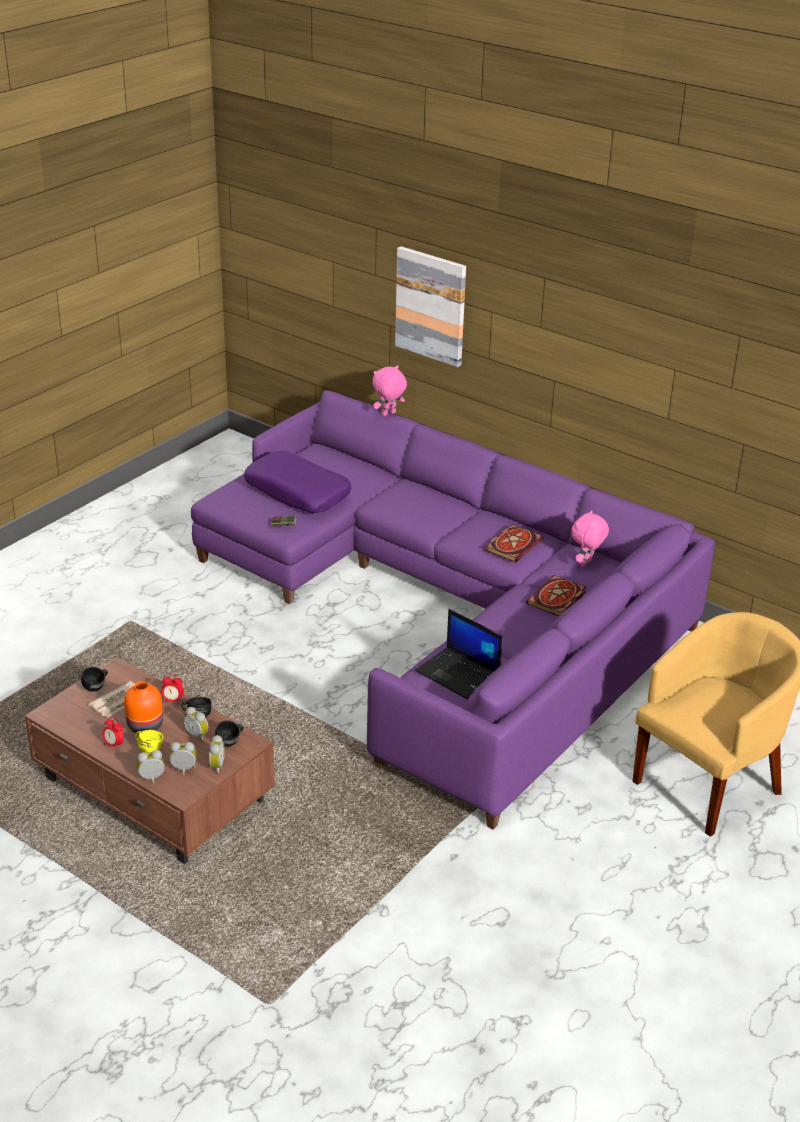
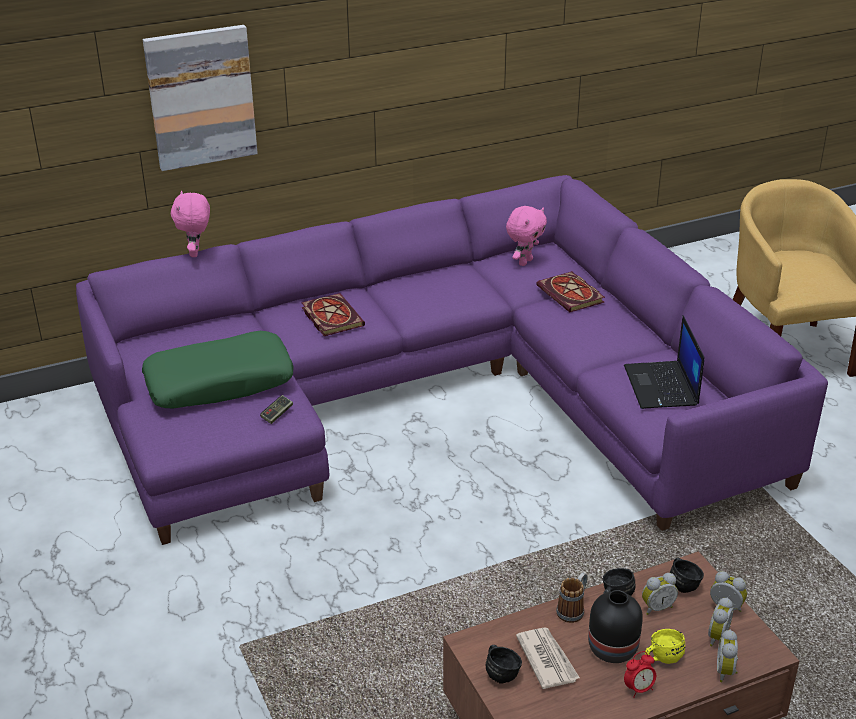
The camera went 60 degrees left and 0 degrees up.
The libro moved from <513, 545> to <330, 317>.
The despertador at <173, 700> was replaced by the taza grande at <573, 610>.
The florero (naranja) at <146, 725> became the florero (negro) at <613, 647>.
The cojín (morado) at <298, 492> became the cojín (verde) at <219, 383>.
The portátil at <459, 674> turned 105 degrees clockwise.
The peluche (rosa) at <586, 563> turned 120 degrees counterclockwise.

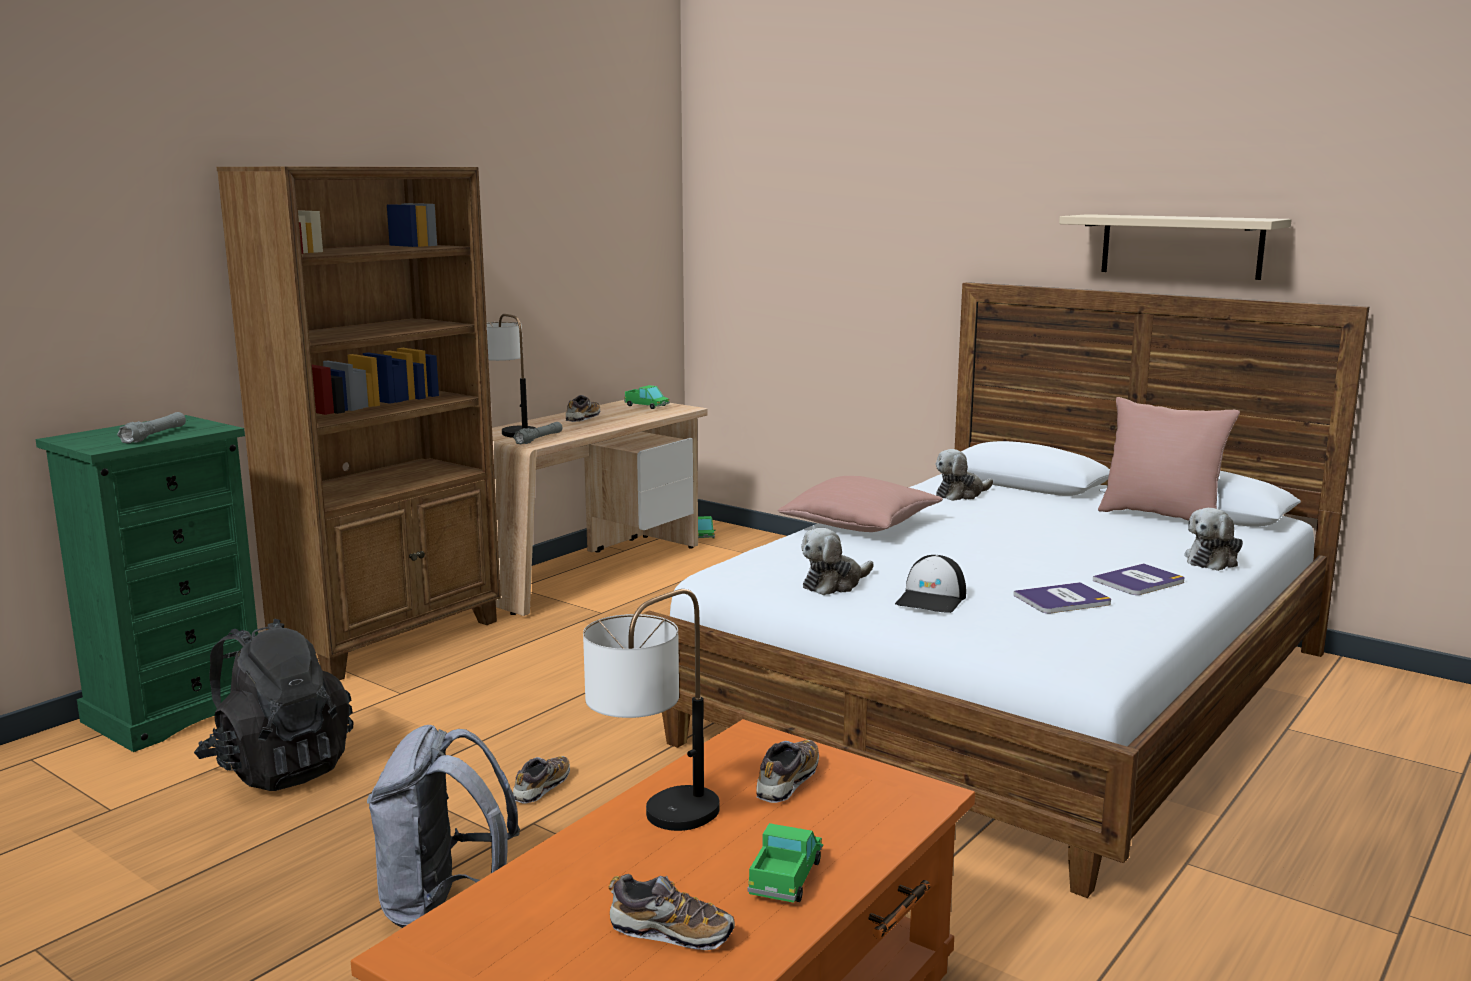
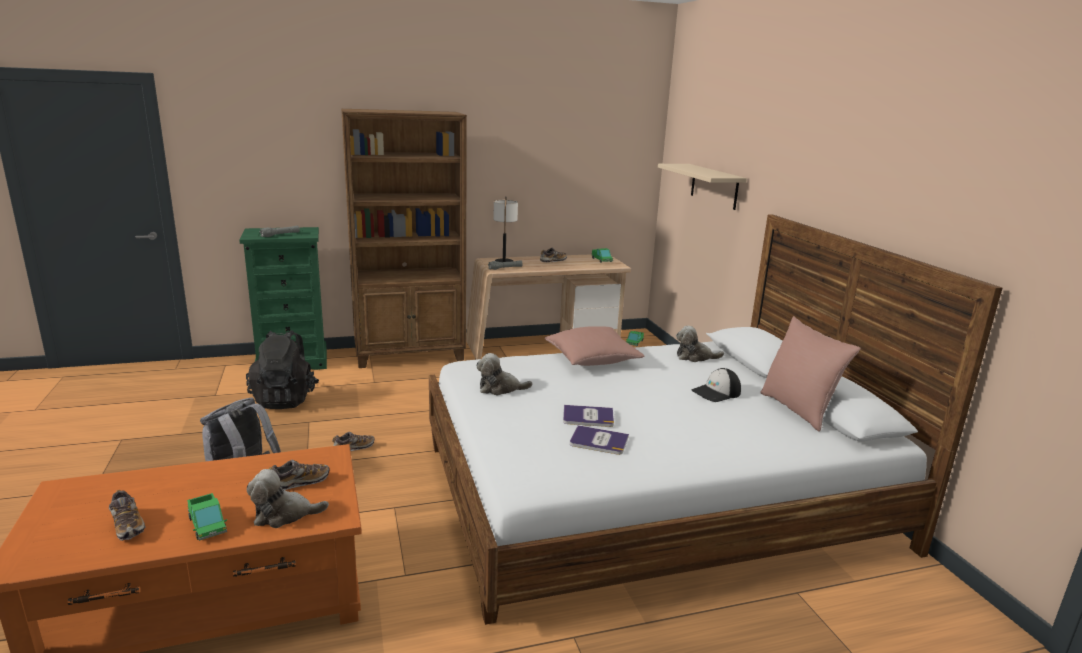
The camera went 35 degrees right and 5 degrees up.
The lámpara de mesa at <655, 826> disappeared.
The gorra moved from <932, 599> to <716, 392>.
The estante (beis) moved from <1181, 246> to <714, 186>.
The libro moved from <1139, 581> to <588, 417>.
The peluche moved from <1213, 560> to <284, 514>.
The camión de juguete at <786, 877> turned 90 degrees clockwise.

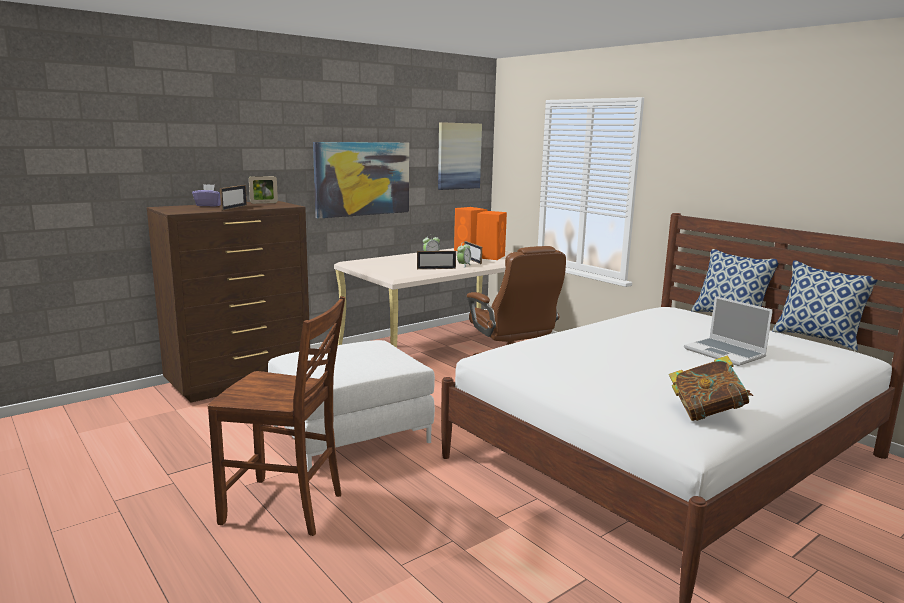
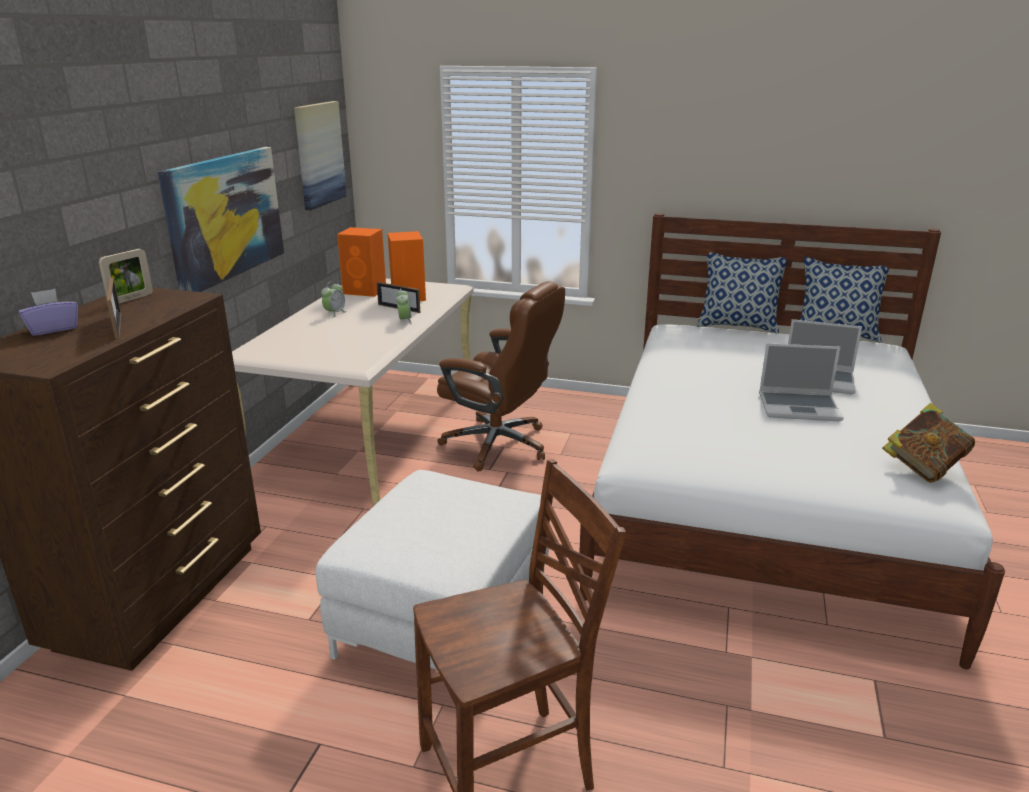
The camera went 35 degrees left and 10 degrees up.
The portarretratos at <436, 268> disappeared.
The portátil at <800, 407> appeared.

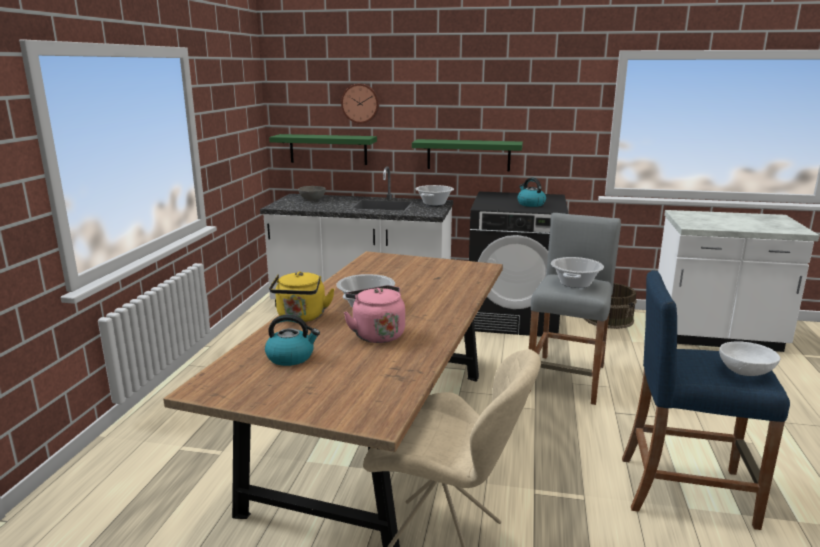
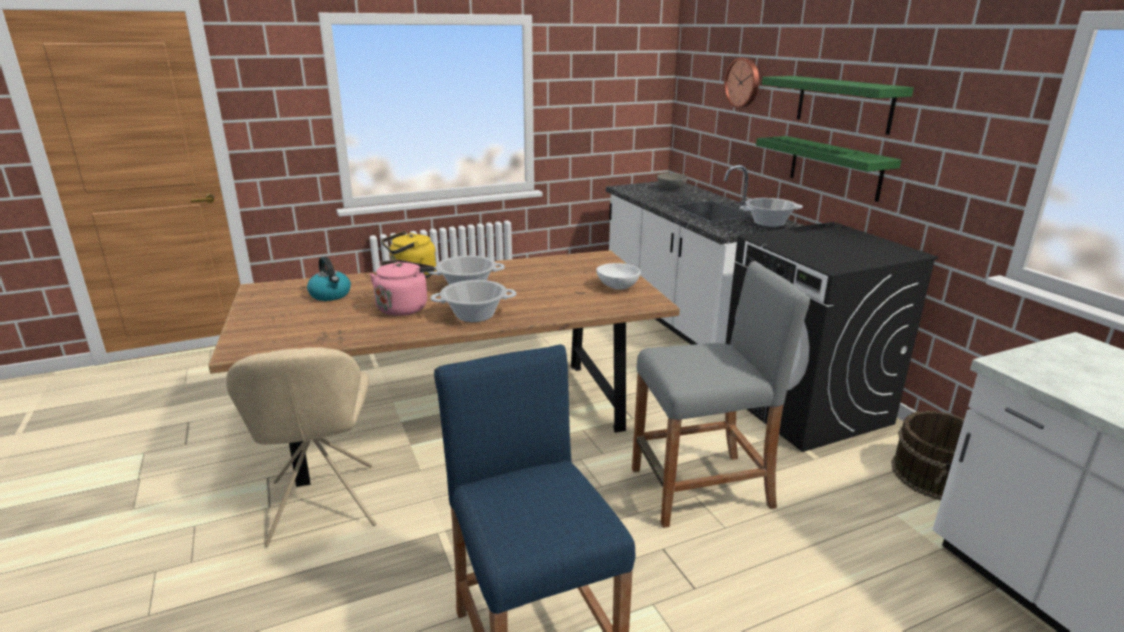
The camera went 55 degrees right and 5 degrees up.
The hervidor at <530, 204> disappeared.
The estante (verde) moved from <328, 149> to <843, 103>.
The olla moved from <575, 283> to <475, 315>.
The cuenco (blanco) moved from <745, 372> to <618, 287>.

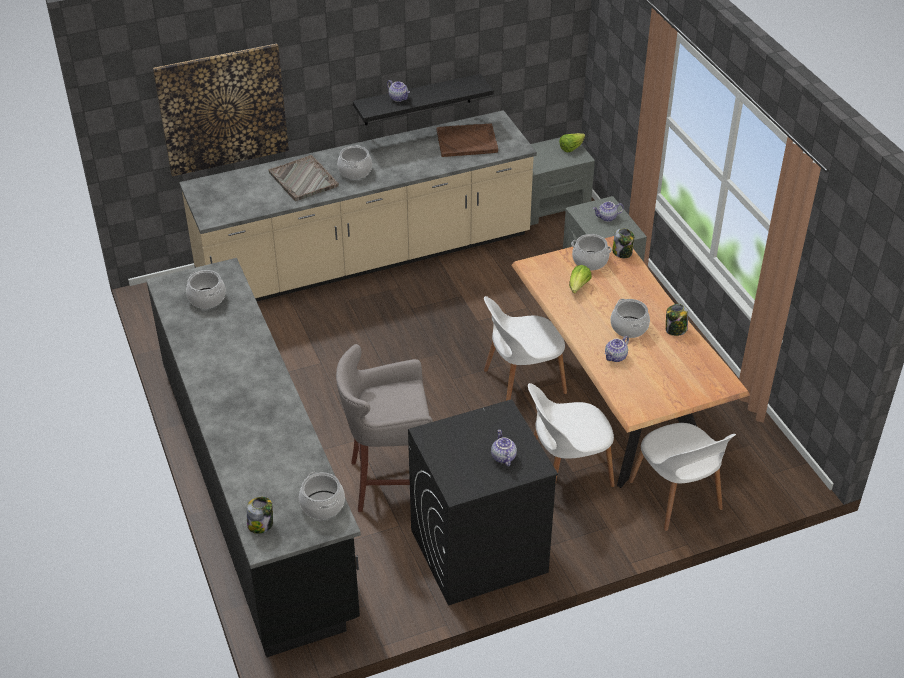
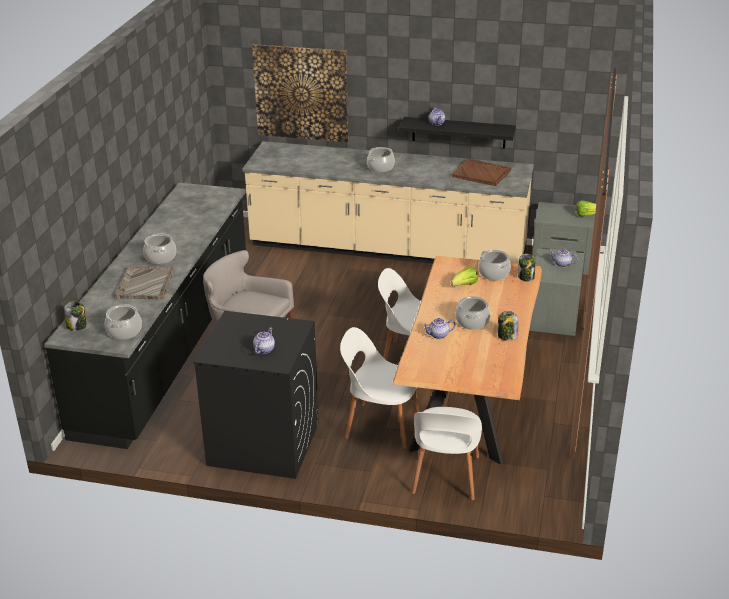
The camera went 35 degrees right and 10 degrees down.
The olla moved from <207, 298> to <160, 257>.
The bandeja (gris) moved from <303, 180> to <145, 284>.

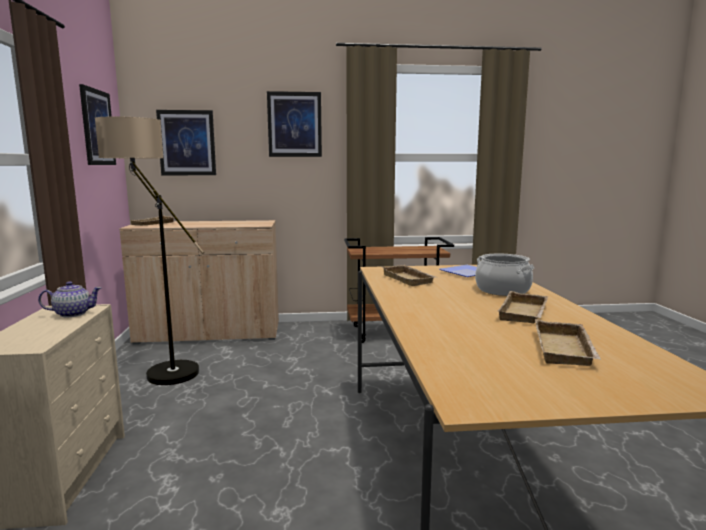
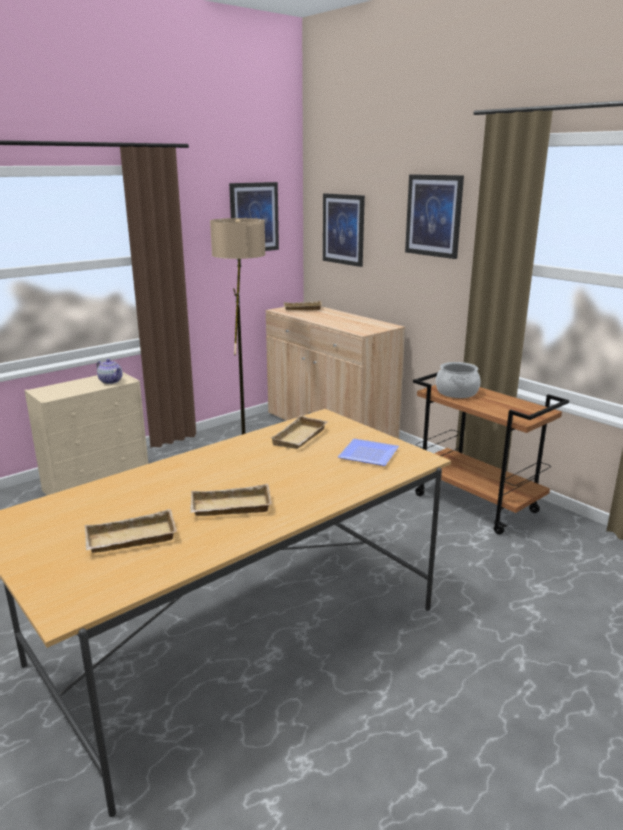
The camera went 55 degrees right and 10 degrees up.
The olla moved from <502, 290> to <456, 392>.

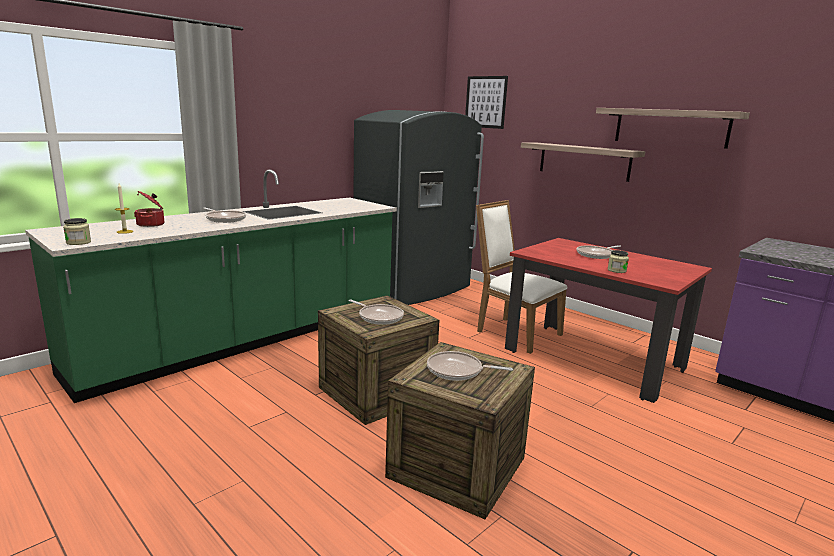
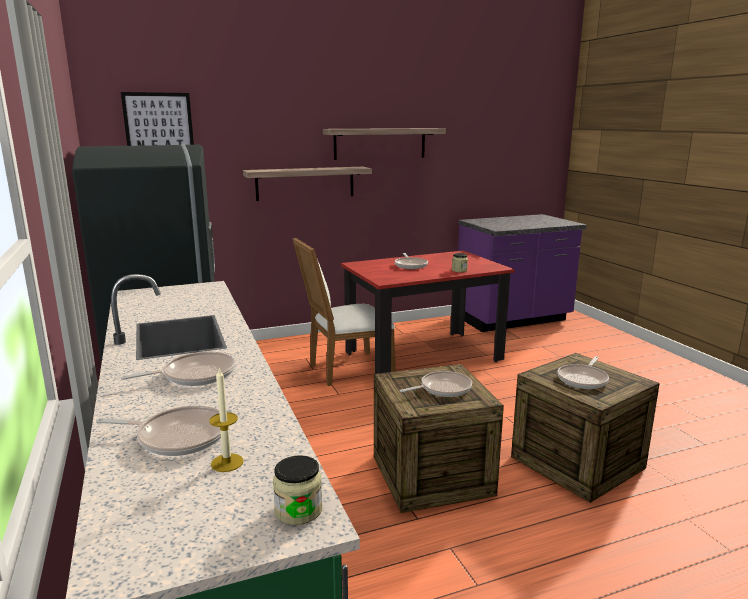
The camera went 65 degrees left and 0 degrees up.
The olla at <151, 224> was replaced by the sartén at <178, 437>.

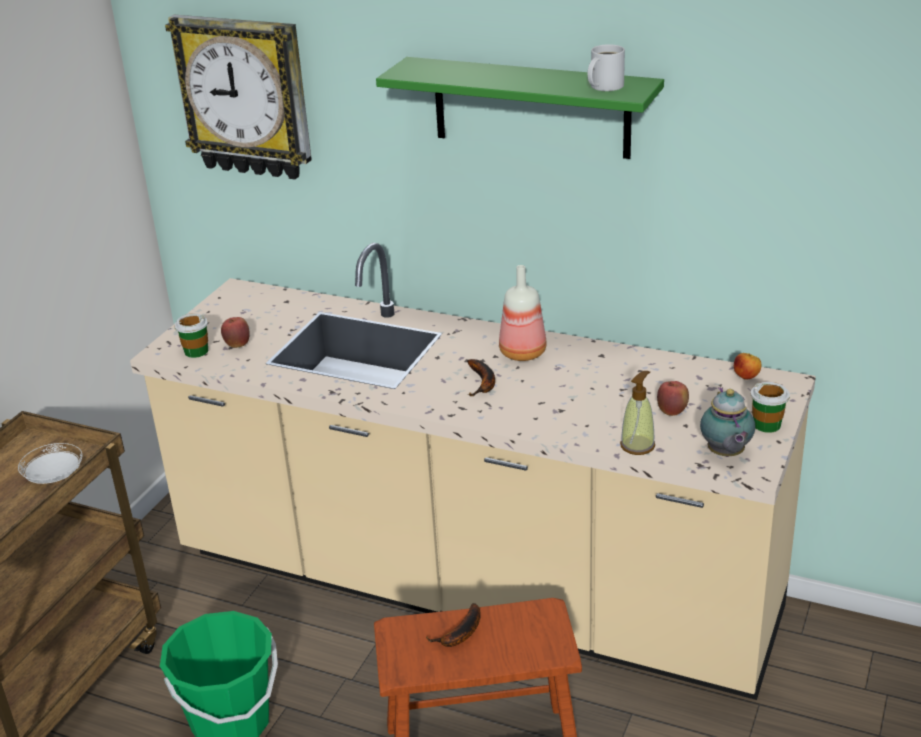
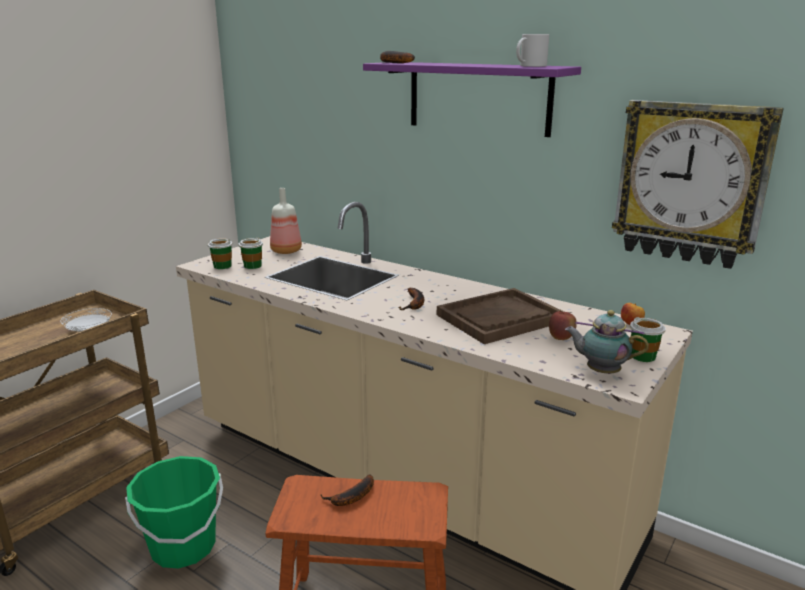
The camera went 10 degrees right and 10 degrees down.
The dispensador de jabón at <637, 445> disappeared.
The plátano at <392, 62> appeared.
The bandeja (marrón) at <499, 318> appeared.
The reloj de pared moved from <245, 96> to <691, 183>.
The botella moved from <521, 353> to <285, 251>.
The manzana at <237, 345> was replaced by the taza at <252, 266>.
The estante (verde) at <531, 107> became the estante (morado) at <478, 97>.
The tetera at <725, 454> turned 105 degrees clockwise.

